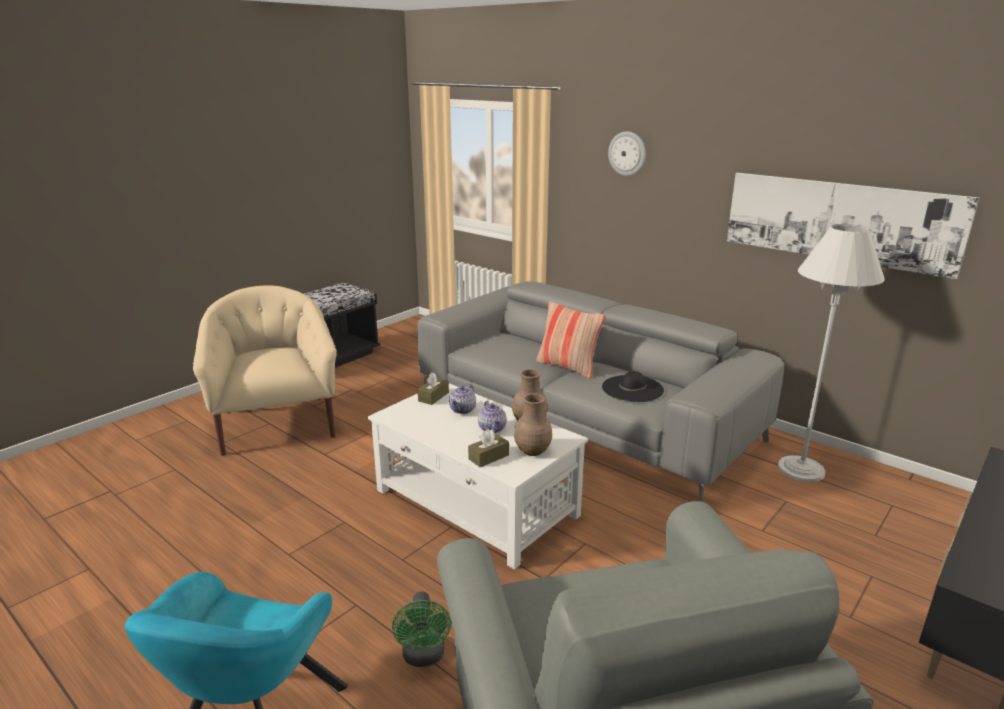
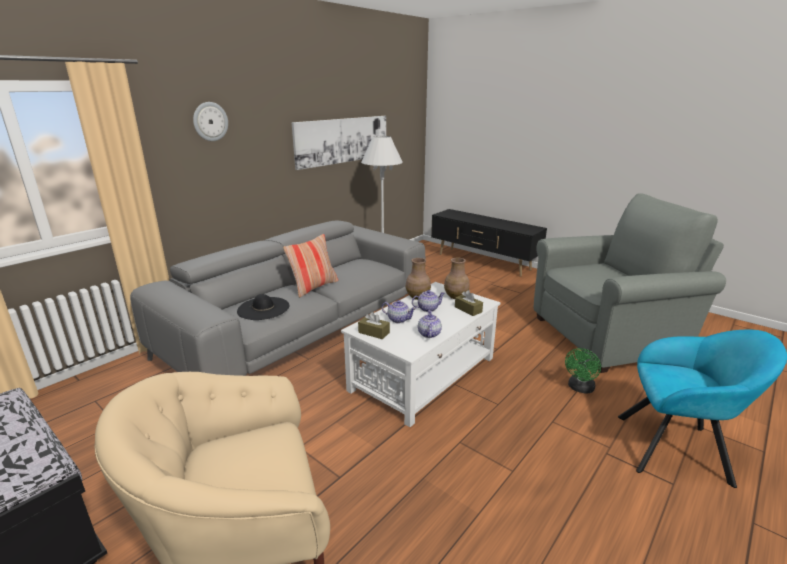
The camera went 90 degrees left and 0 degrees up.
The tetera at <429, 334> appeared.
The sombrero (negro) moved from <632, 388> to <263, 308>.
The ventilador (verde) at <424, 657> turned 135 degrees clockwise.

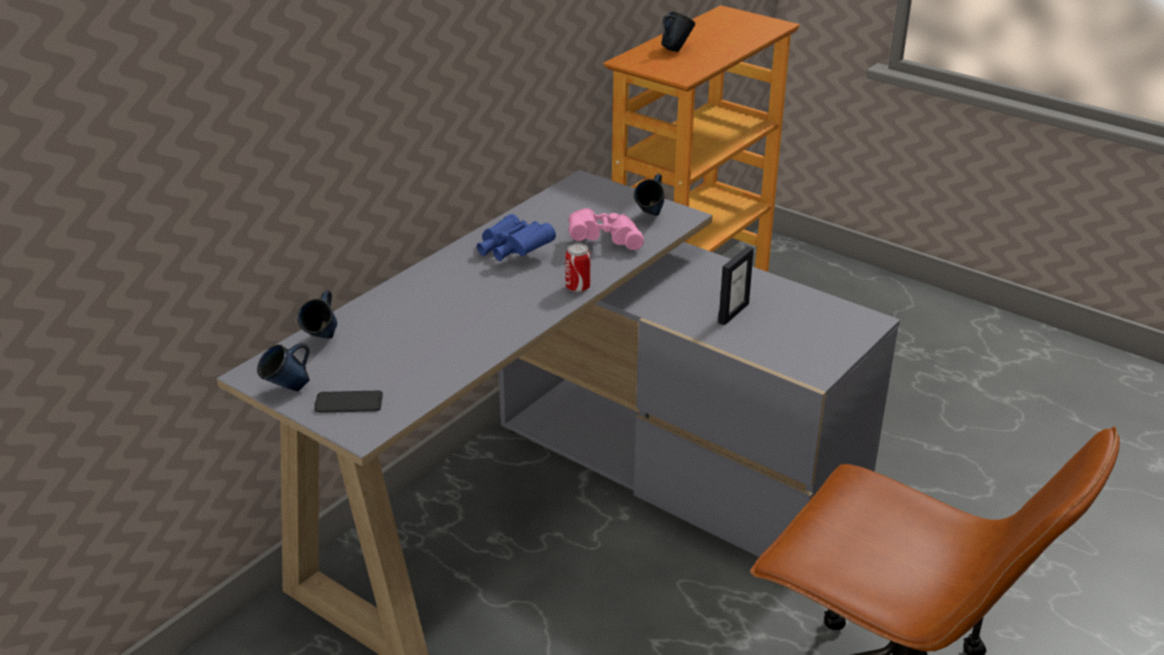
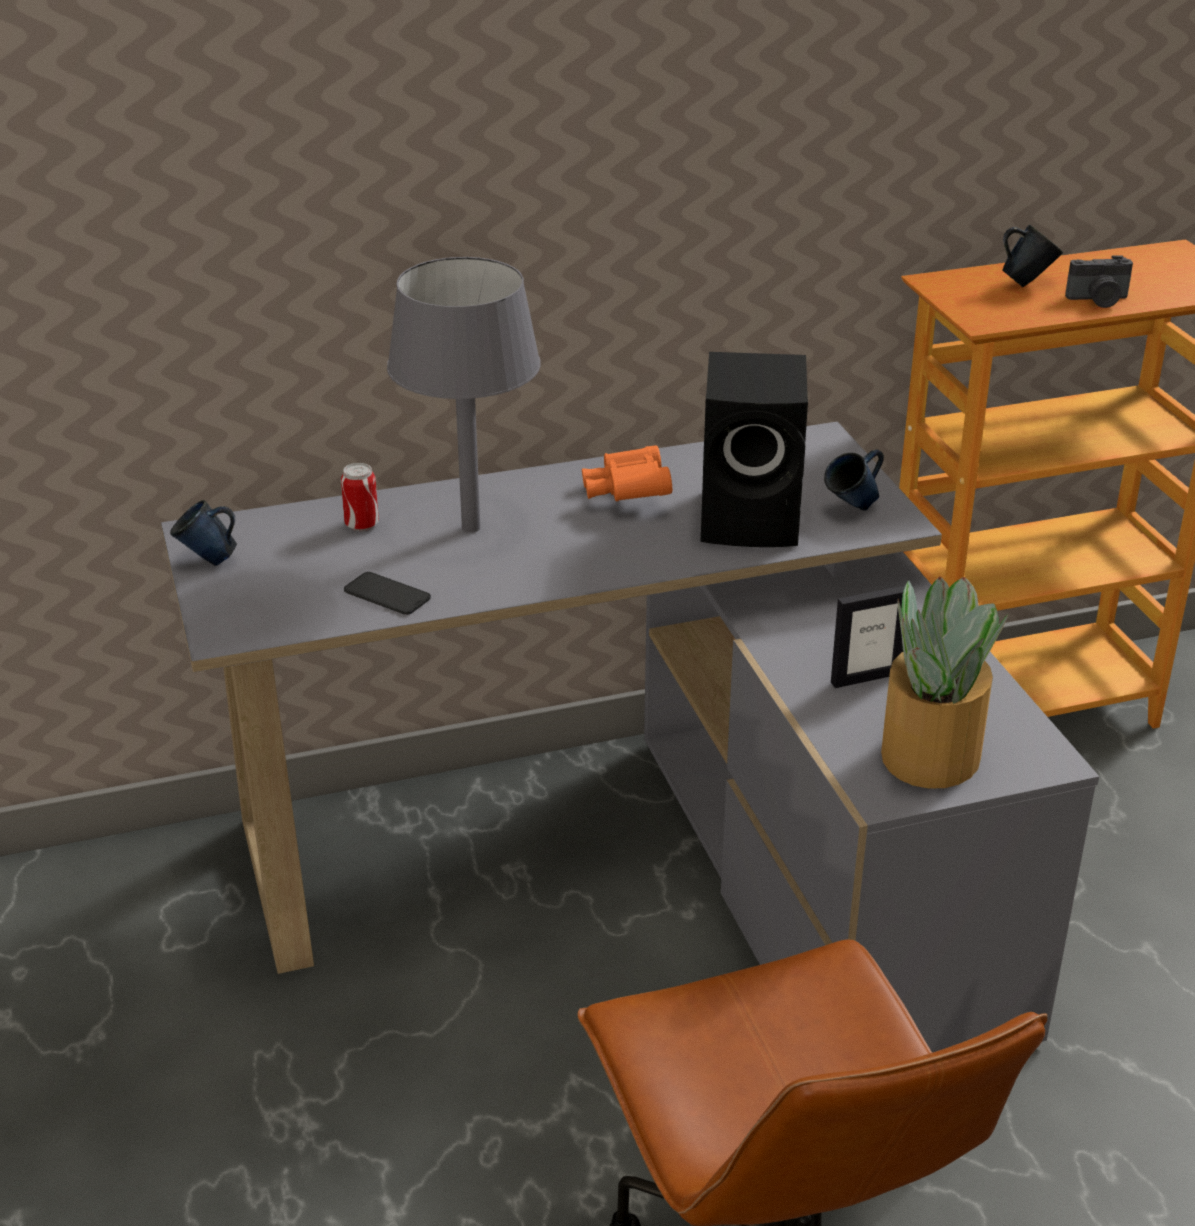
The camera went 35 degrees right and 0 degrees up.
The taza grande (azul) at <323, 341> disappeared.
The lámpara de mesa (gris) at <471, 528> appeared.
The planta en maceta at <929, 756> appeared.
The cámara at <1098, 300> appeared.
The móvil moved from <349, 402> to <387, 594>.
The lata moved from <577, 288> to <361, 525>.
The prismáticos (rosa) at <604, 241> was replaced by the altavoz (negro) at <754, 519>.
The prismáticos (azul) at <512, 251> became the prismáticos (naranja) at <627, 494>.

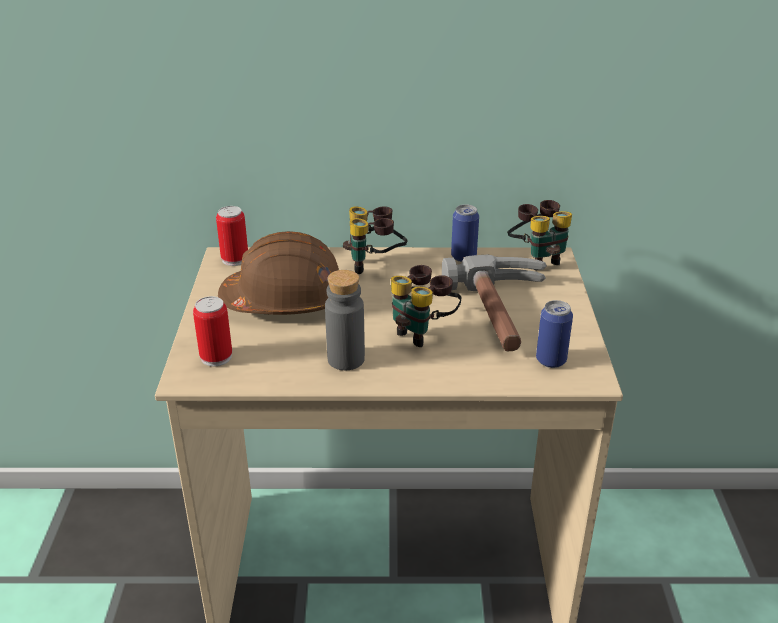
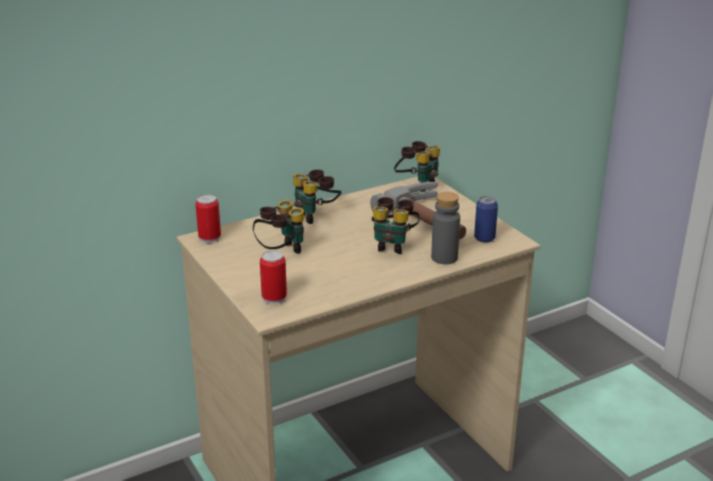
The camera went 30 degrees left and 5 degrees down.
The lata at <463, 257> disappeared.
The botella (gris) moved from <346, 359> to <444, 258>.
The casco (marrón) at <286, 300> was replaced by the prismáticos at <281, 252>.

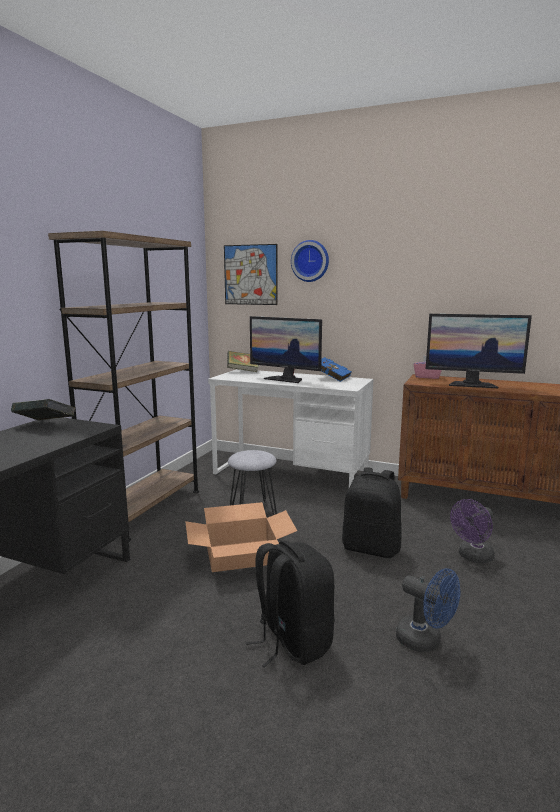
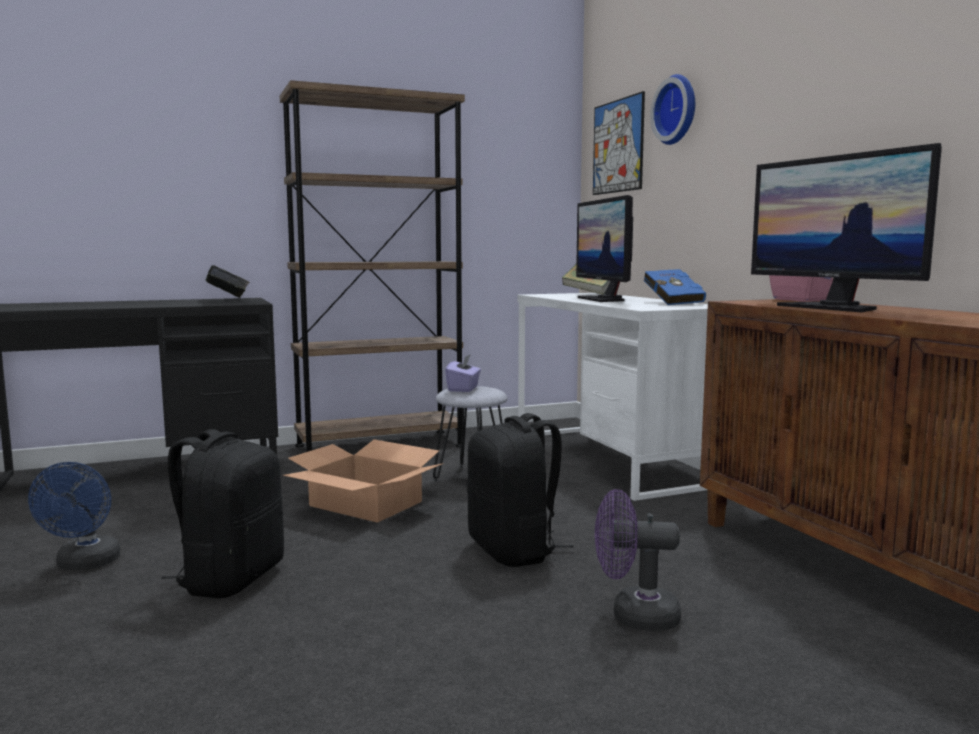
The camera went 45 degrees right and 5 degrees down.
The caja de pañuelos (morado) at <463, 389> appeared.
The ventilador (azul) moved from <425, 641> to <85, 564>.

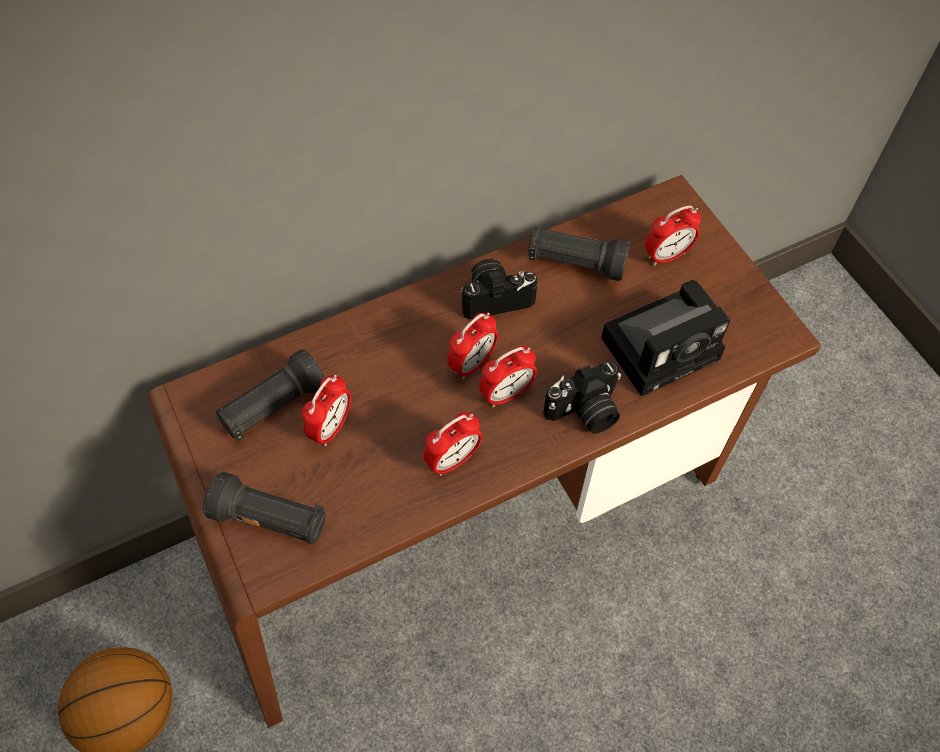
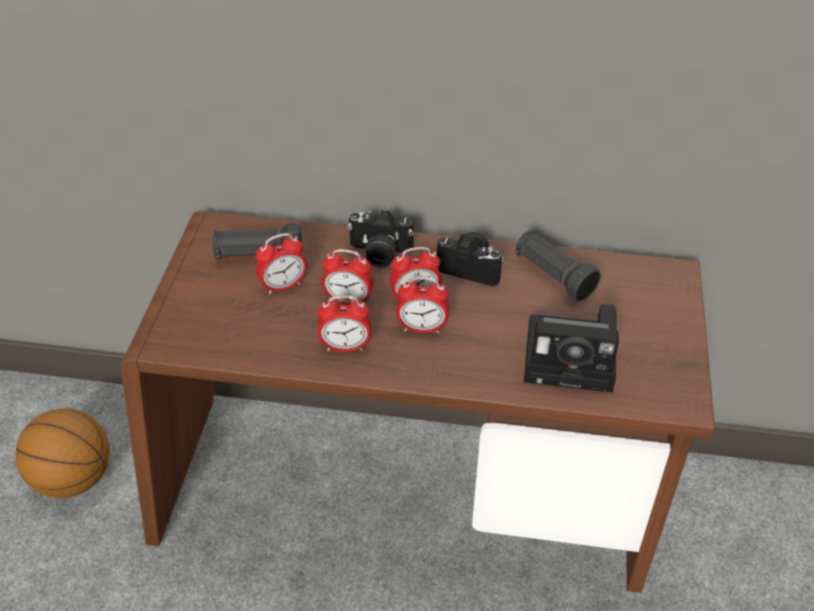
The camera went 35 degrees right and 15 degrees down.
The linterna (negro) at <271, 520> disappeared.
The cámara moved from <585, 412> to <379, 253>.
The despertador moved from <667, 256> to <348, 301>.

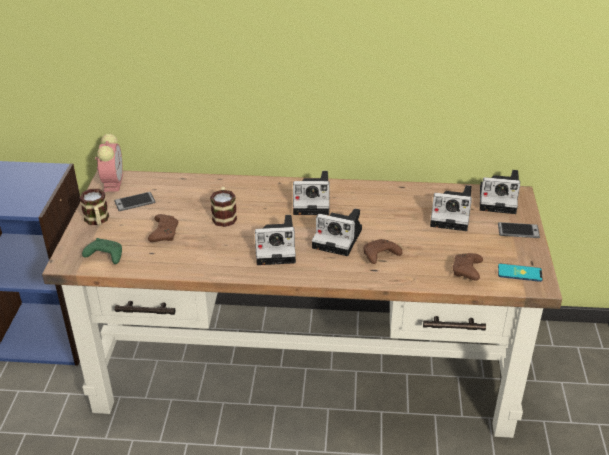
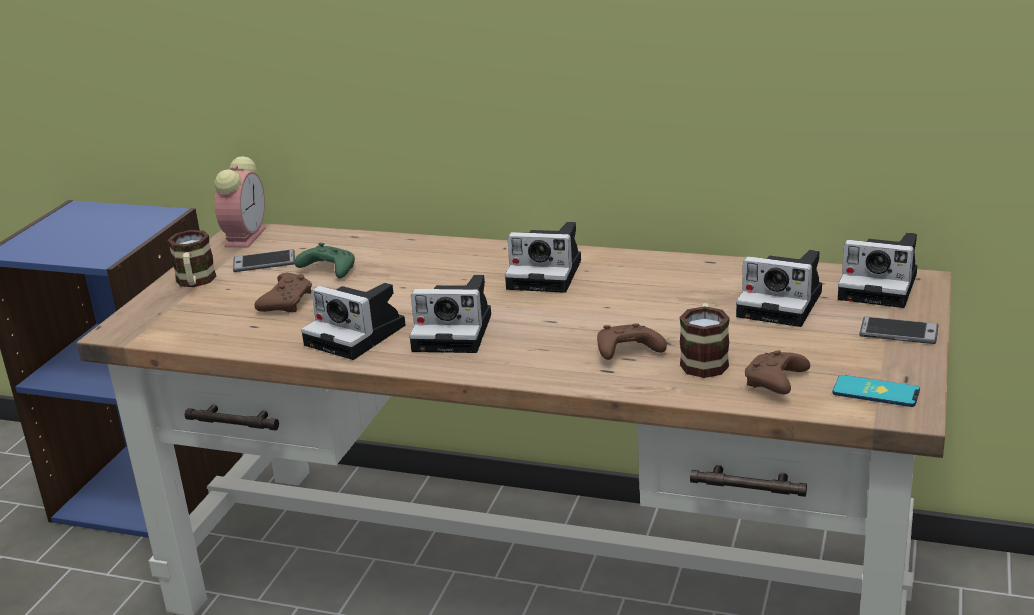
The camera went 15 degrees right and 10 degrees down.
The mando de consola (verde) moved from <104, 256> to <328, 270>.
The taza grande moved from <224, 216> to <704, 360>.
The cámara moved from <339, 238> to <359, 335>.

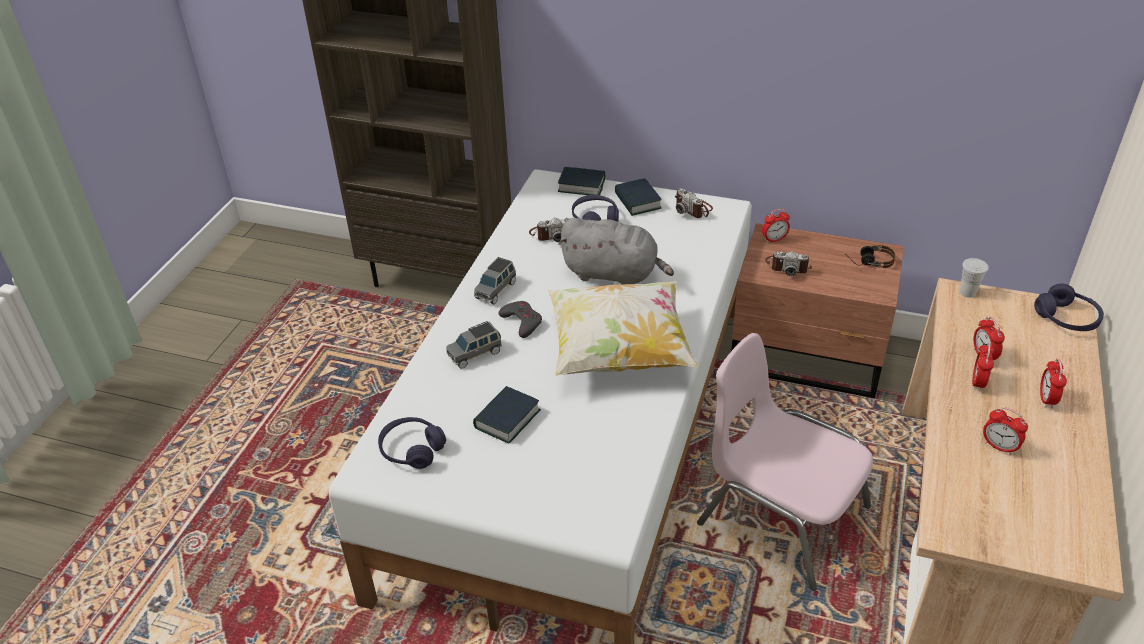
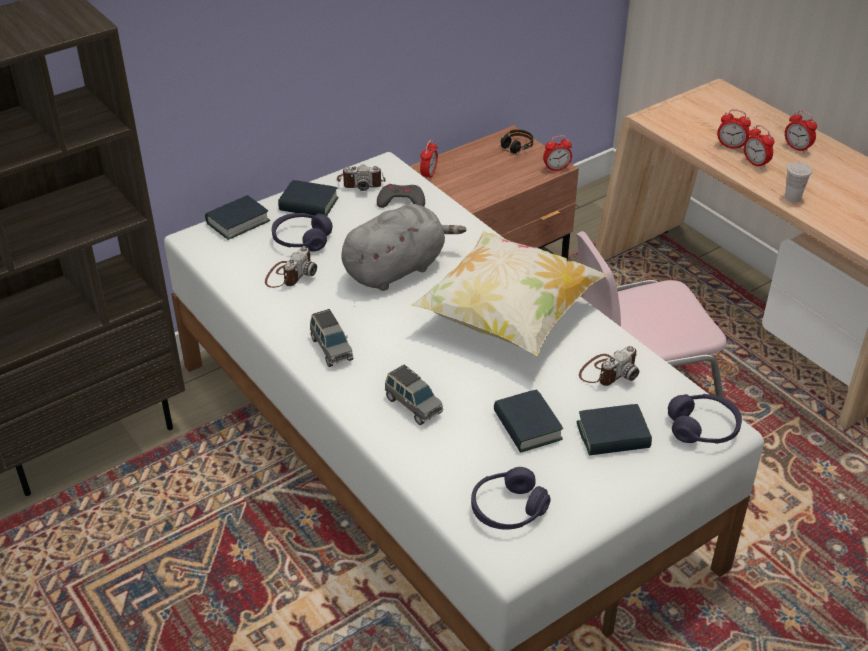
The camera went 55 degrees left and 0 degrees up.
The libro at <613, 436> appeared.
The mando de consola (gris) moved from <522, 322> to <401, 201>.
The cámara moved from <788, 266> to <608, 371>.
The taza (blanco) moved from <967, 292> to <792, 197>.
The despertador moved from <999, 447> to <556, 169>.
The auriculares (morado) moved from <1066, 318> to <703, 428>.
The coche de juguete (gris) at <475, 354> turned 45 degrees counterclockwise.

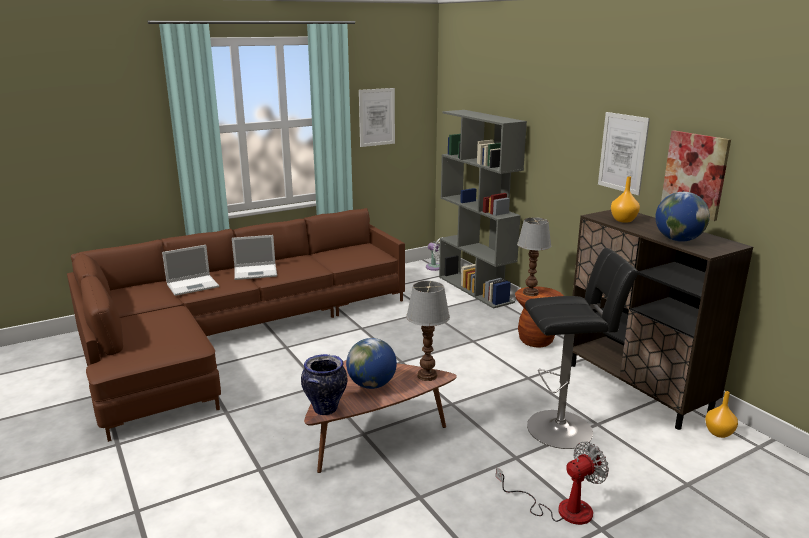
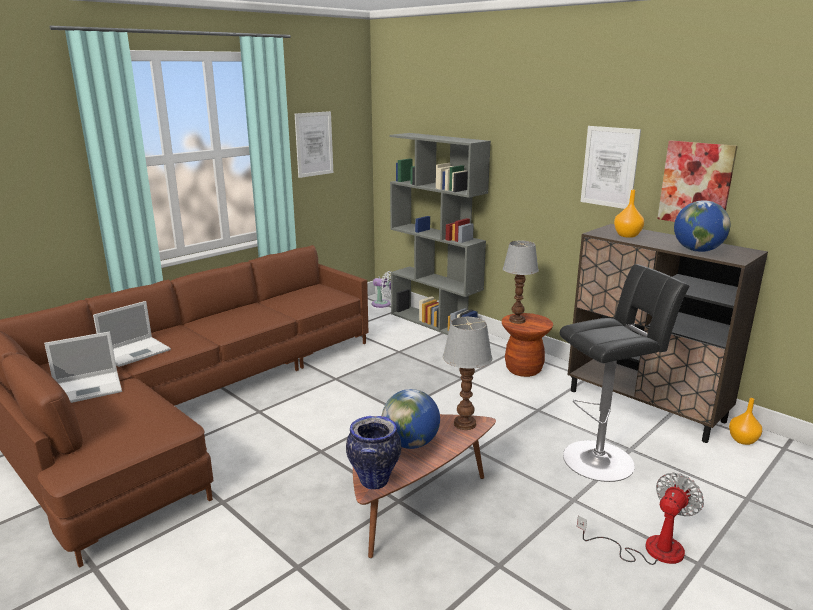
The camera went 15 degrees left and 0 degrees up.
The portátil moved from <256, 272> to <89, 388>.

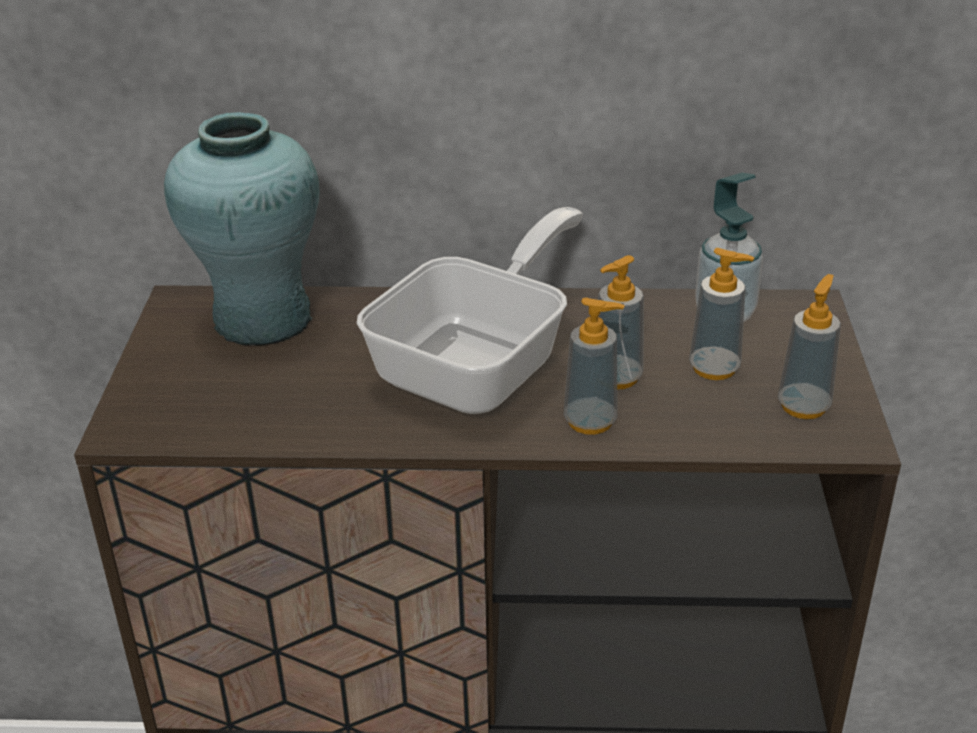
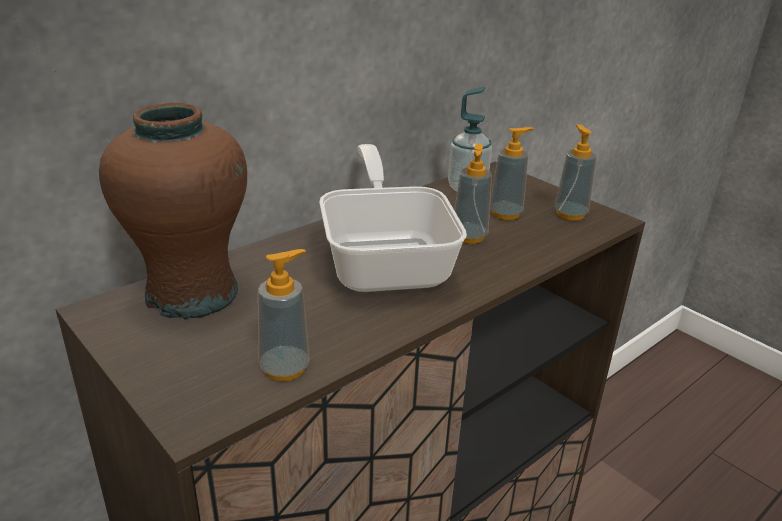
The camera went 45 degrees left and 5 degrees down.
The dispensador de jabón moved from <590, 421> to <285, 368>.
The florero (turquesa) at <262, 319> became the florero (marrón) at <193, 294>.

